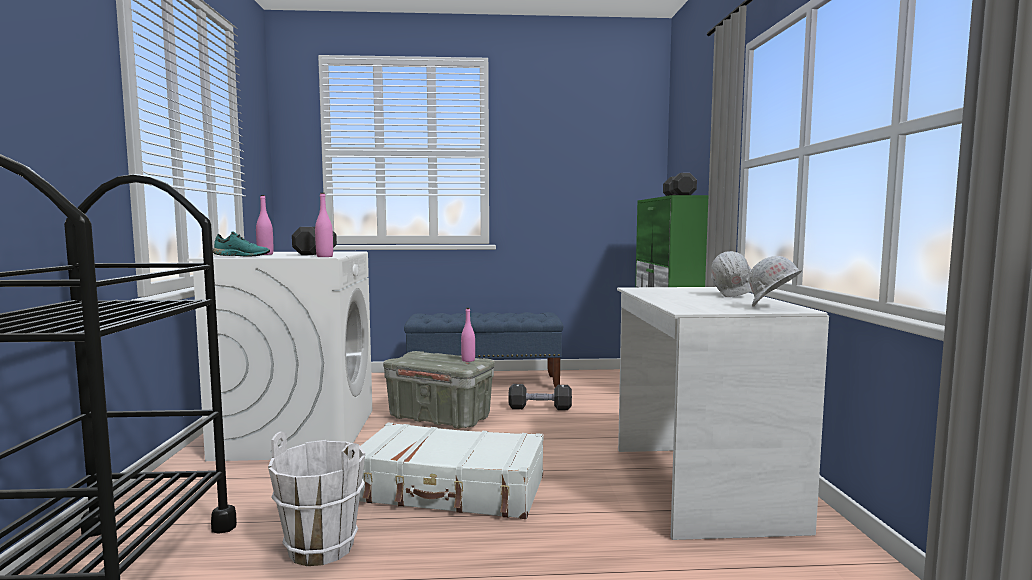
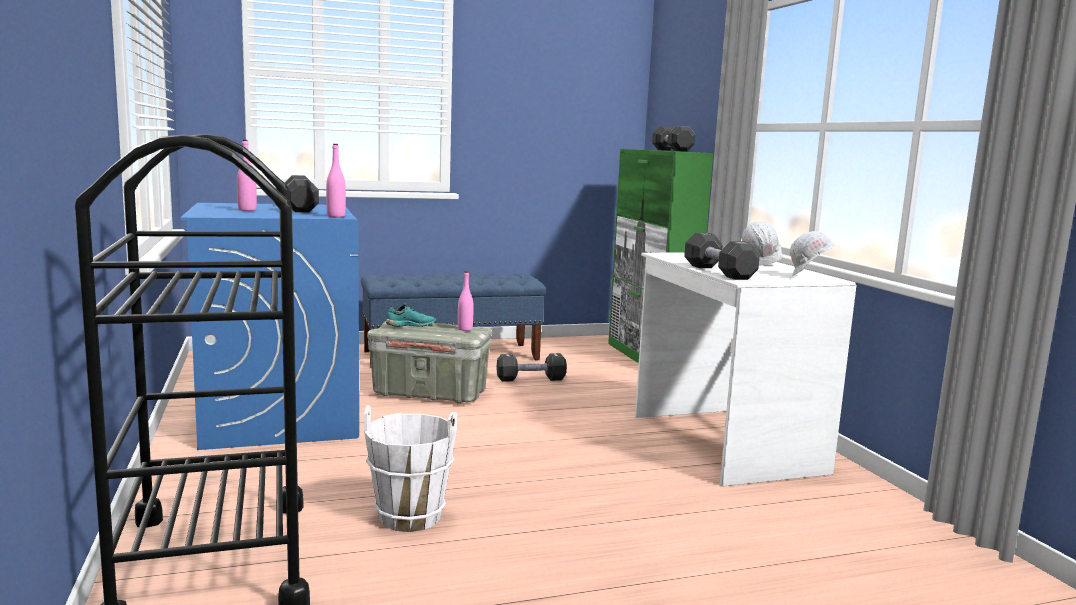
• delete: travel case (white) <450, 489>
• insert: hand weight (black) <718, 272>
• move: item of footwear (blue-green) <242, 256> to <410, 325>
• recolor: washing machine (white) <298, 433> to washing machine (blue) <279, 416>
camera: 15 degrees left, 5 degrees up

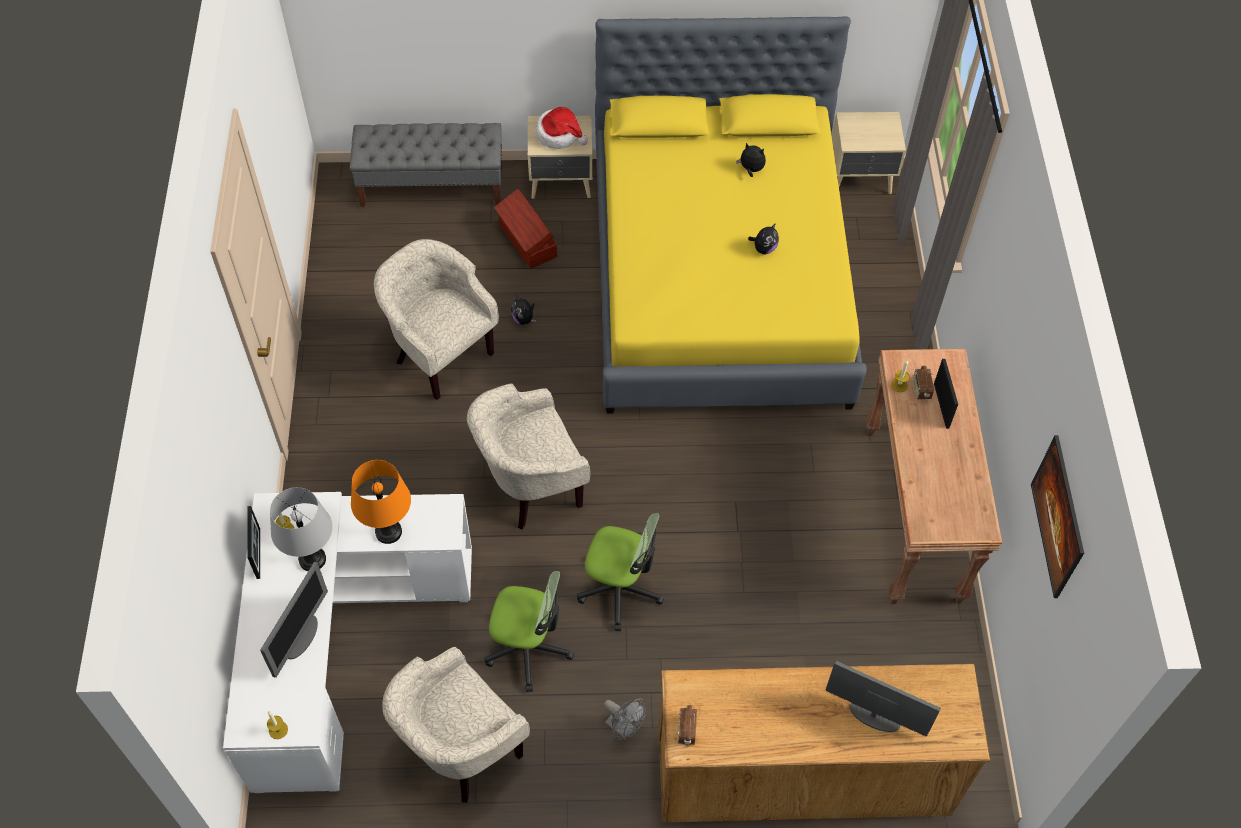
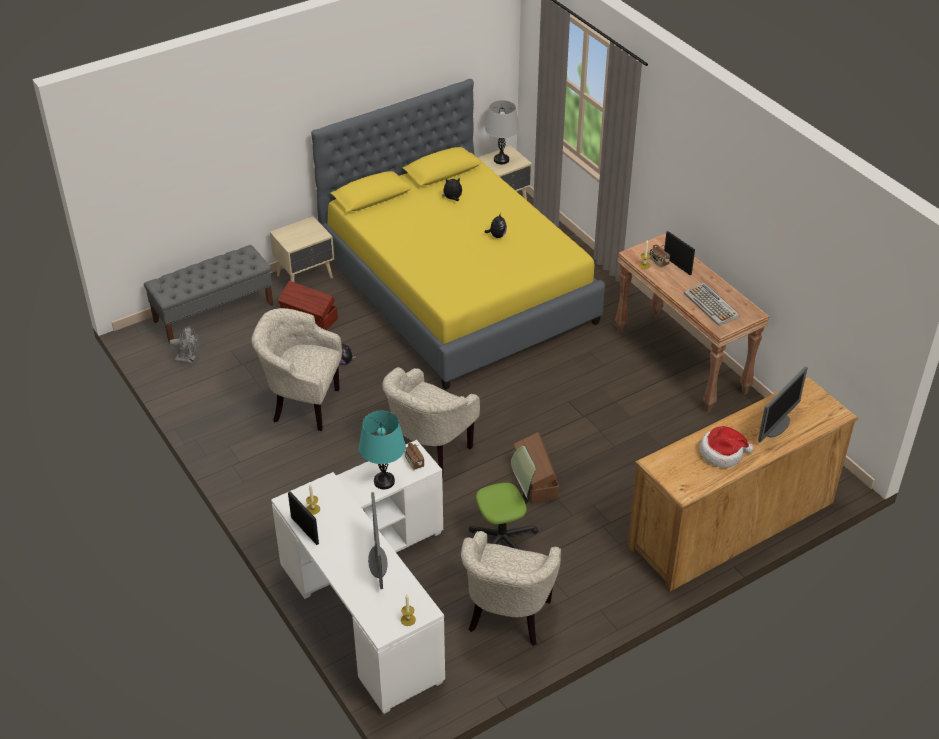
• delete: wall picture <1051, 528>
• insert: keyboard <712, 305>
• move: tabletop lamp (greyish) <312, 559> to <501, 160>
• move: hat <559, 134> to <722, 453>
• move: fan (greyish) <624, 728> to <188, 359>
• move: radio set <686, 730> to <414, 462>
• replace: desk chair <620, 589> to storage box (brown-coloured) <536, 480>
• recolor: tabletop lamp (orangey) <388, 532> to tabletop lamp (blue-green) <384, 481>
• rotate: monitor <874, 716> = <777, 426> 135 degrees clockwise
camera: 30 degrees left, 15 degrees down

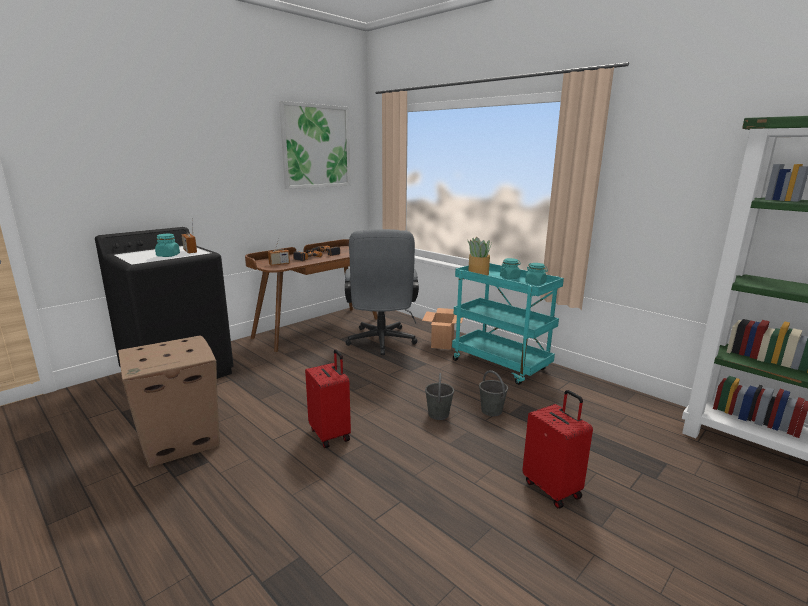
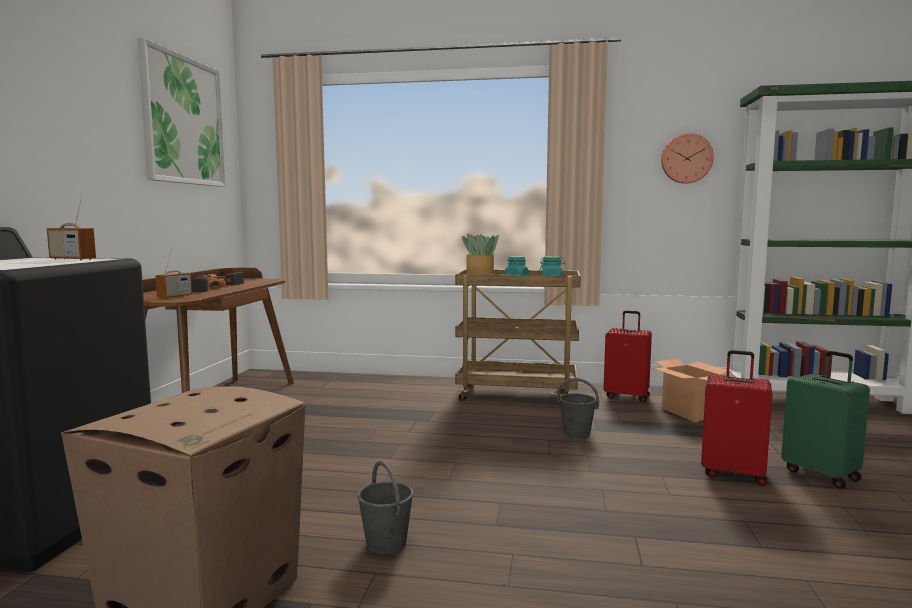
• delete: jar (blue-green) <168, 255>
• delete: desk chair (greyish) <381, 343>
• insert: clock on the wall <686, 158>
• insert: travel case (greenish) <822, 474>
• move: travel case (red-coloured) <331, 434> to <627, 396>
• move: packing box <442, 343> to <689, 413>
• move: pail (greyish) <438, 414> to <386, 544>
• recolor: cart (blue-green) <501, 365> to cart (brown-coloured) <518, 394>
camera: 35 degrees left, 10 degrees down

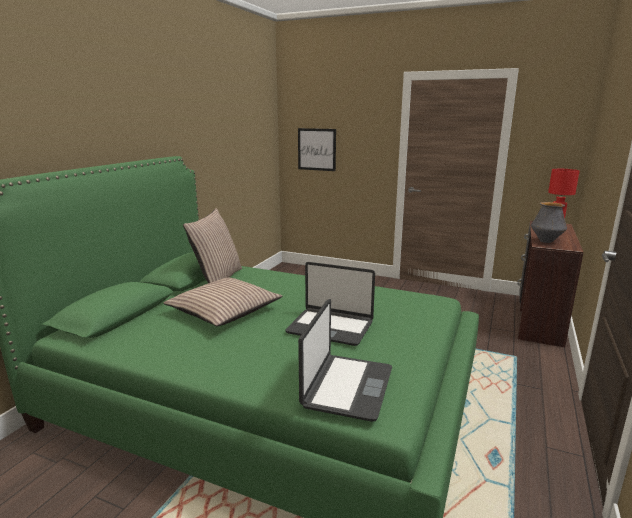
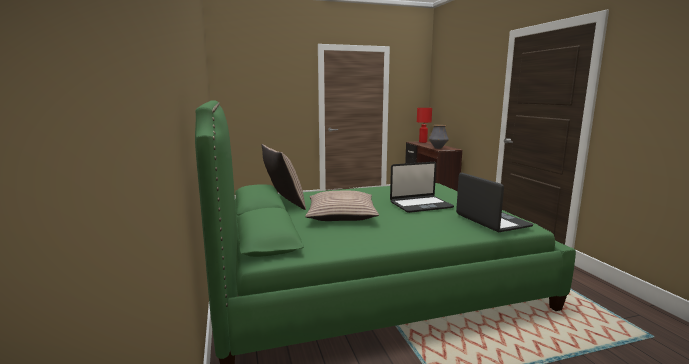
• delete: wall picture <316, 149>
camera: 40 degrees left, 5 degrees down

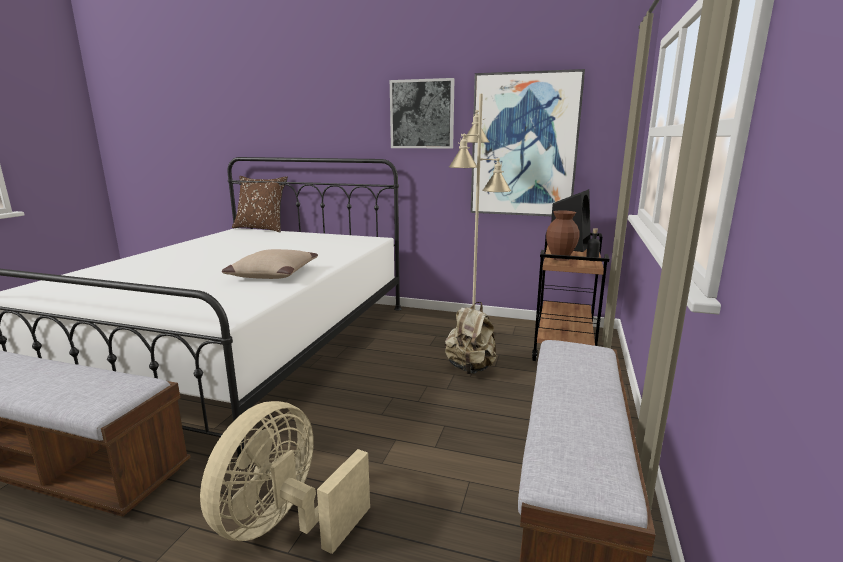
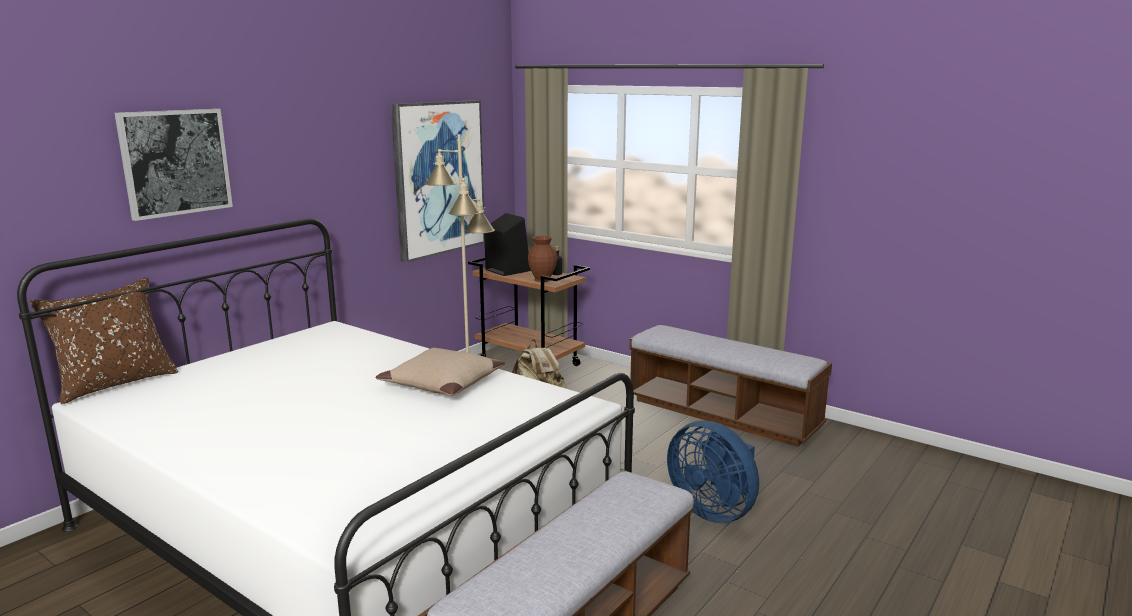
• move: wall picture <422, 114> to <175, 162>
• recolor: fan (beige-coloured) <285, 524> to fan (blue) <713, 510>
camera: 70 degrees left, 0 degrees up

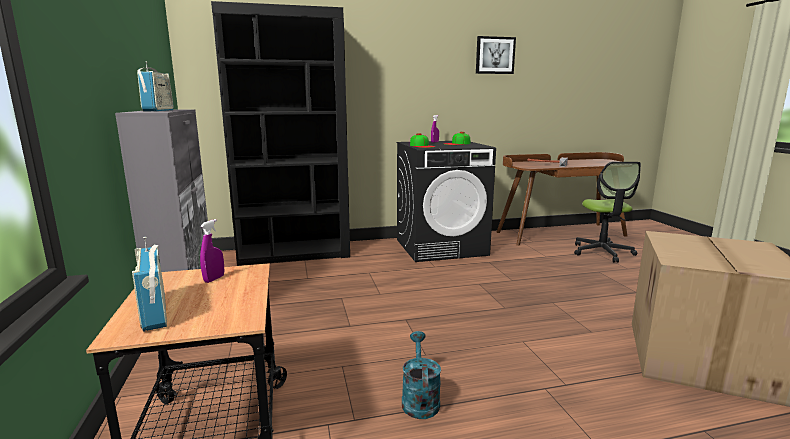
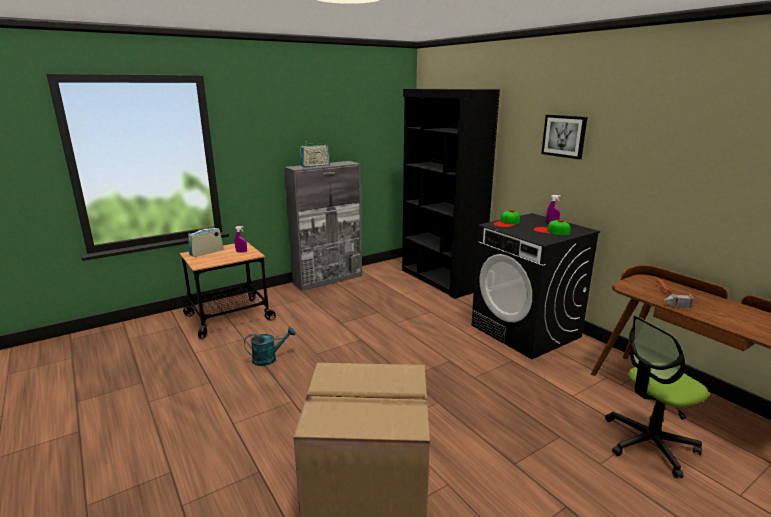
• move: wall picture <495, 55> to <564, 136>
camera: 70 degrees right, 5 degrees up

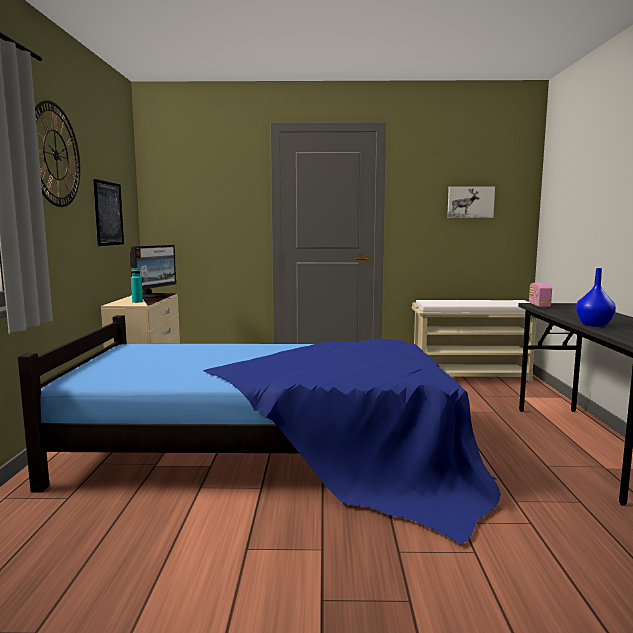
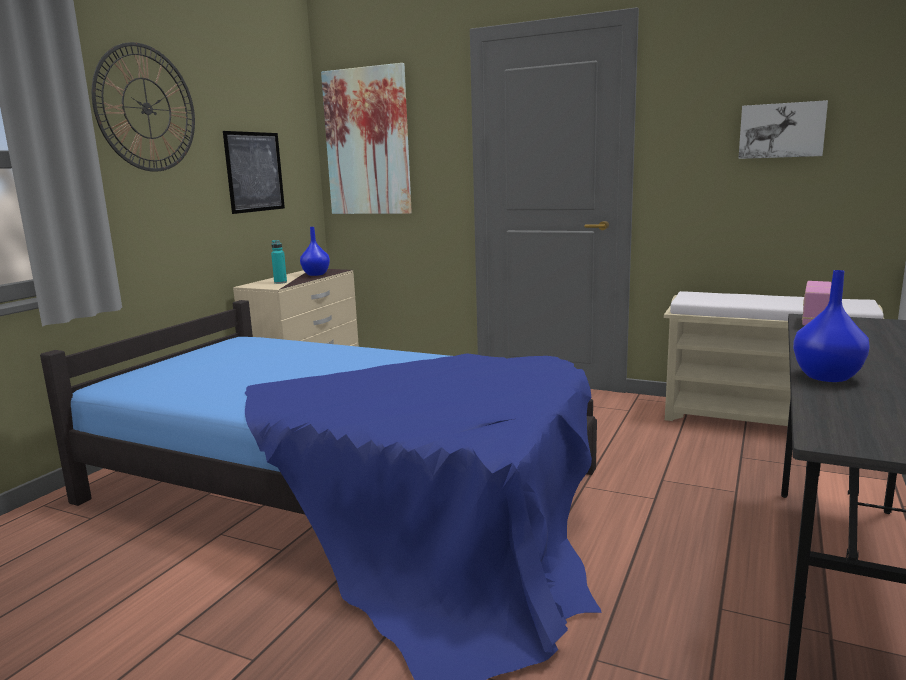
• insert: wall picture <367, 142>
• replace: monitor <154, 296> to vase (blue) <316, 274>
camera: 25 degrees right, 5 degrees up

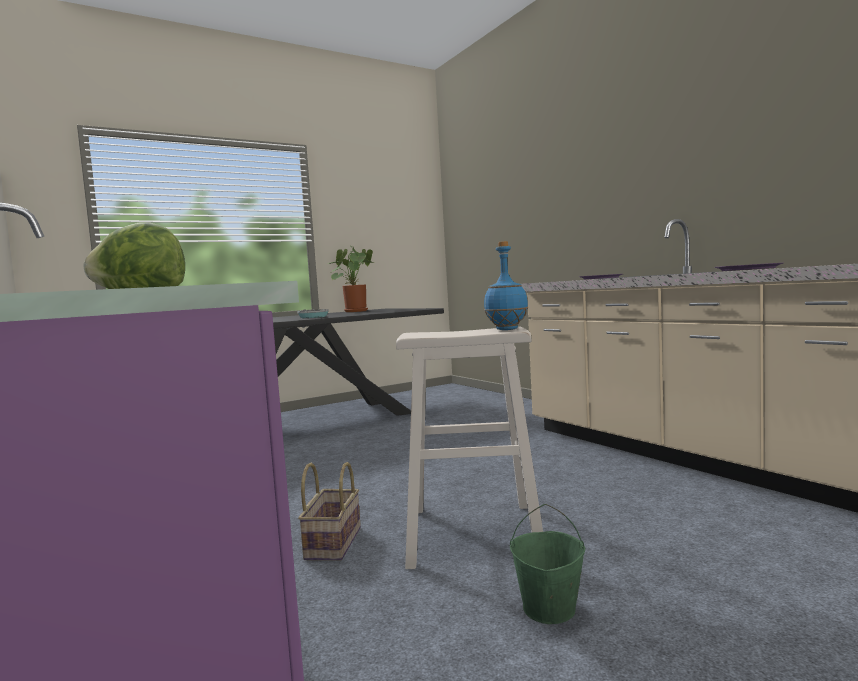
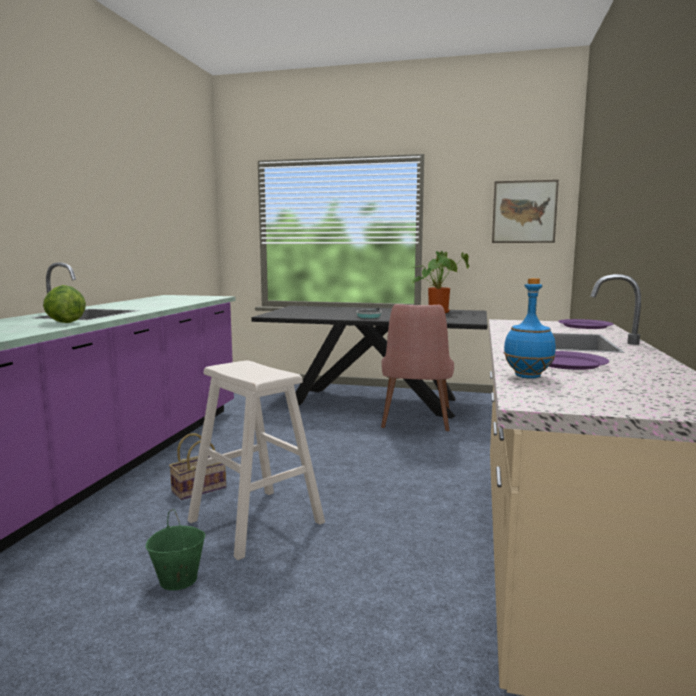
• insert: chair (pinkish) <415, 422>
• insert: wall picture <524, 212>
• move: drink bottle (blue) <507, 329> to <527, 376>
camera: 45 degrees right, 5 degrees up

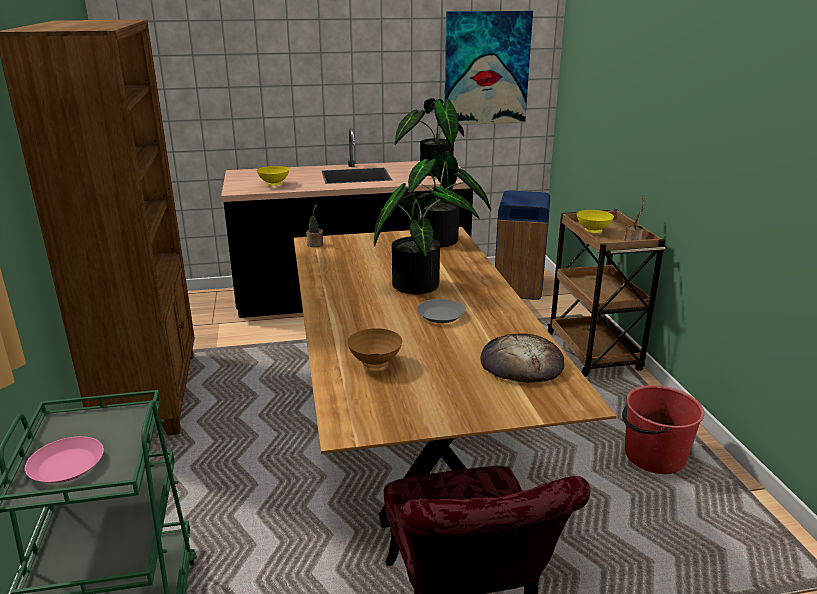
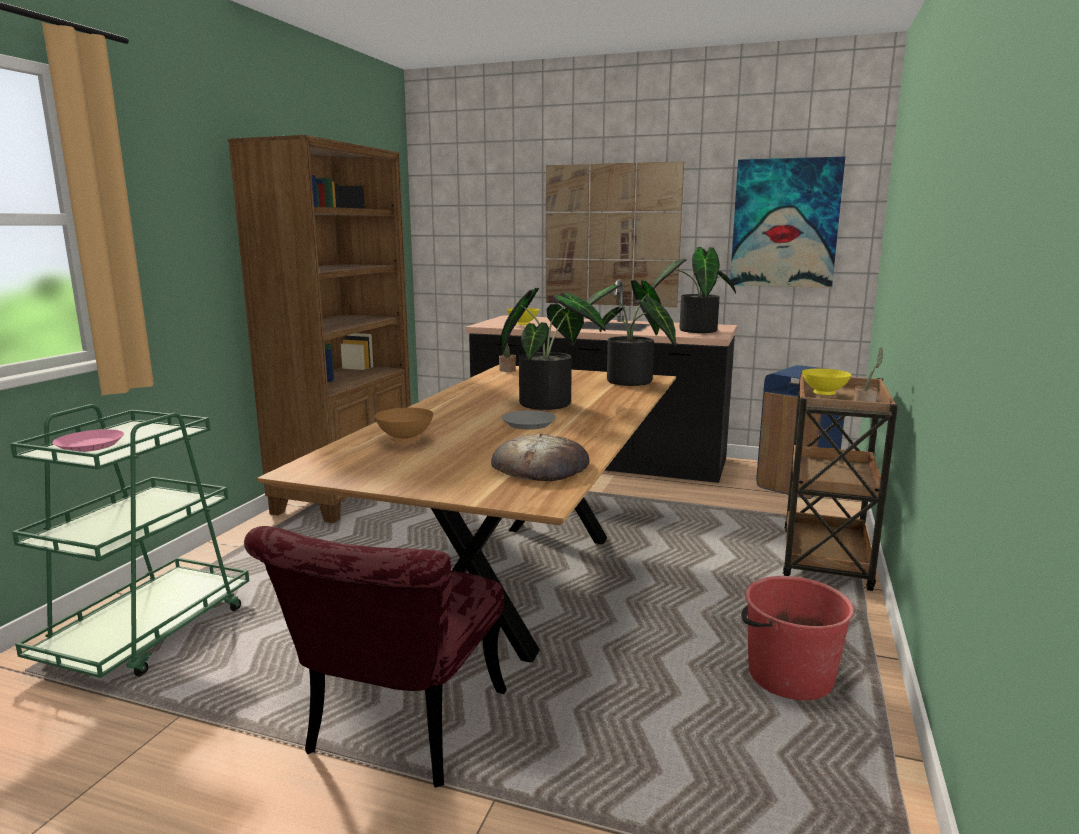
• insert: wall picture <611, 235>
camera: 30 degrees right, 10 degrees down

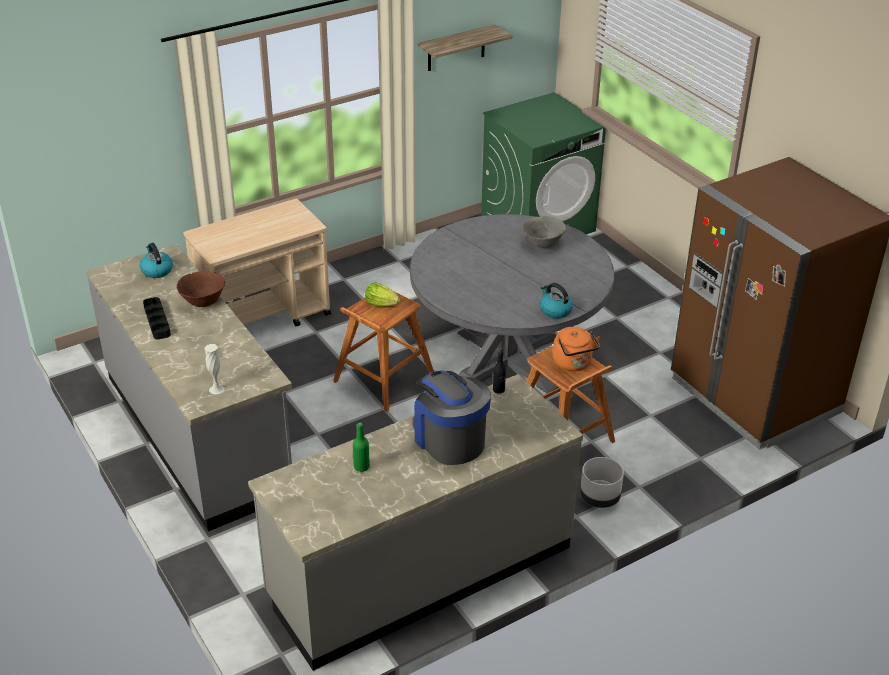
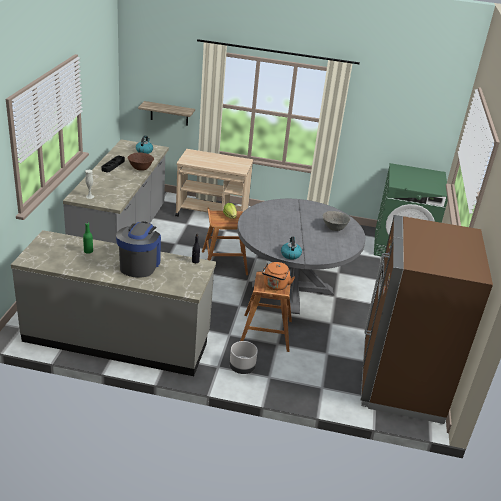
• move: shelf <456, 48> to <169, 113>
camera: 40 degrees right, 5 degrees down

